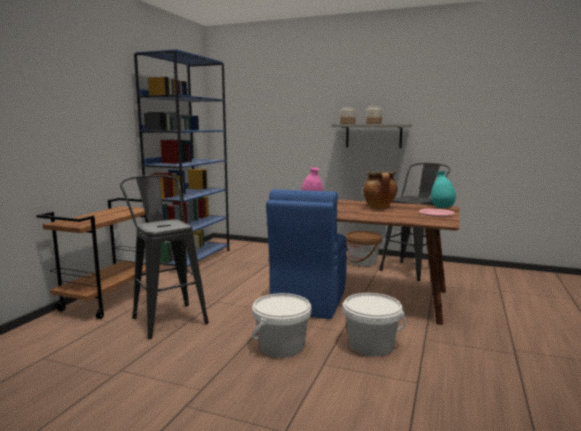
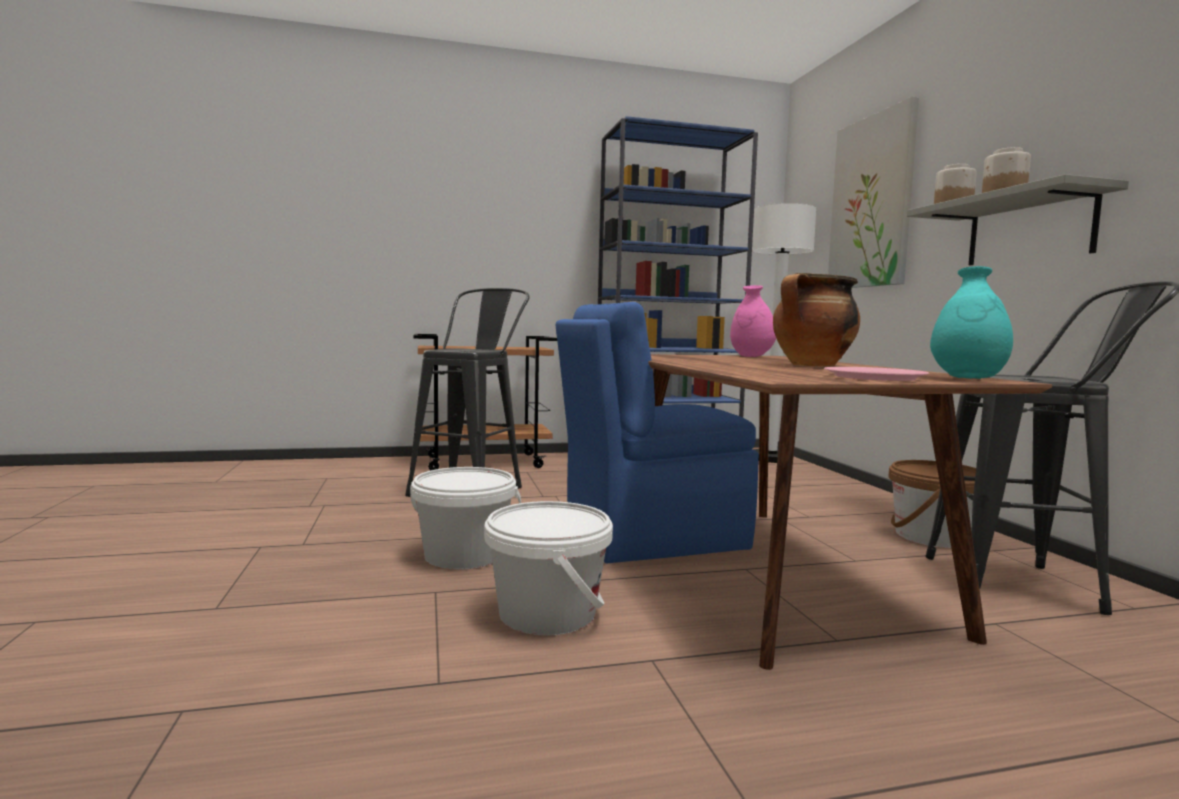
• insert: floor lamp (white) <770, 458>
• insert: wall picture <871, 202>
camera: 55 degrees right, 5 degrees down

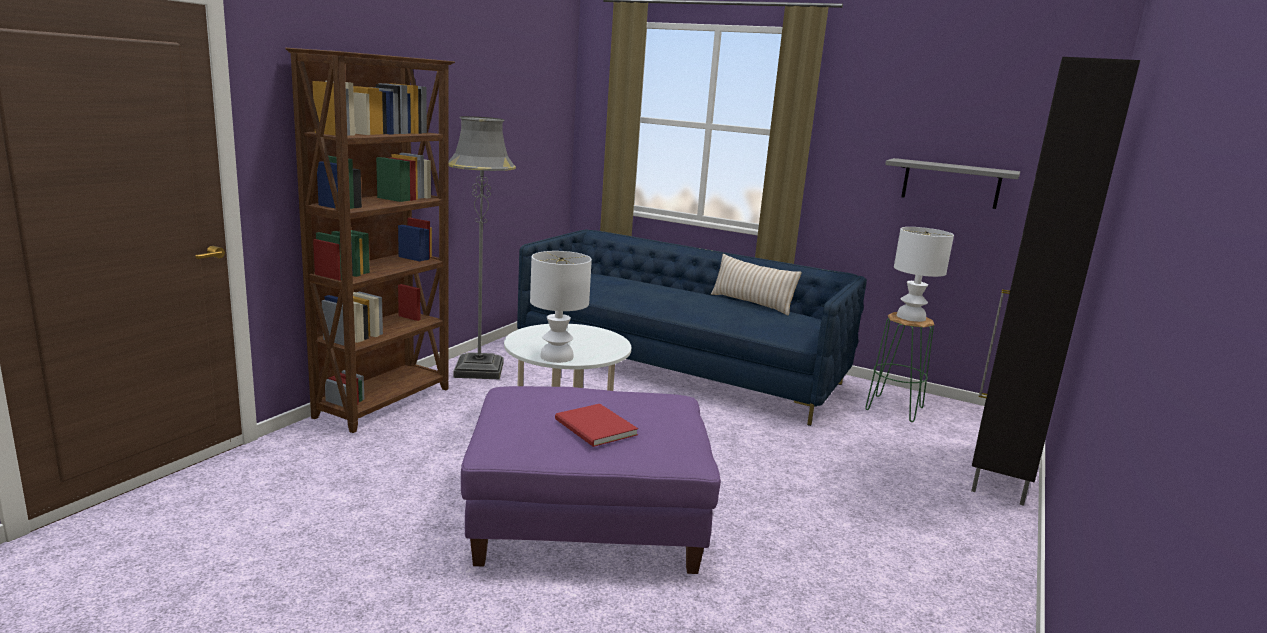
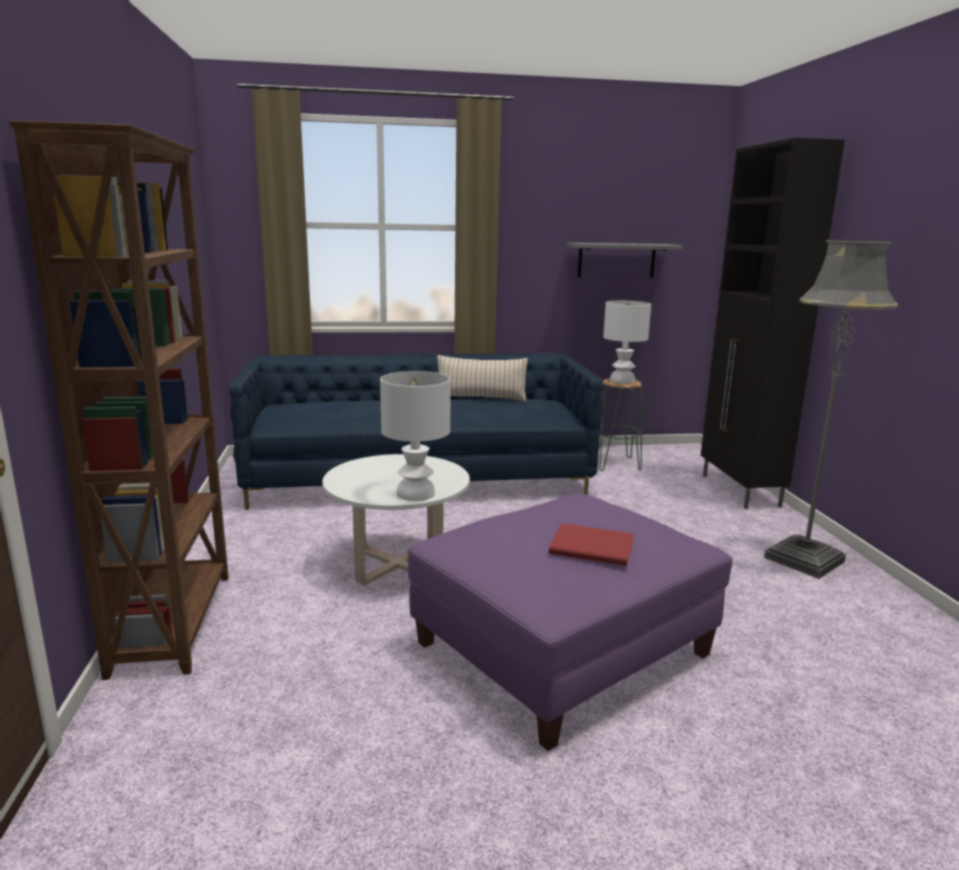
• move: floor lamp (greyish) <479, 370> to <804, 560>
camera: 35 degrees left, 0 degrees up

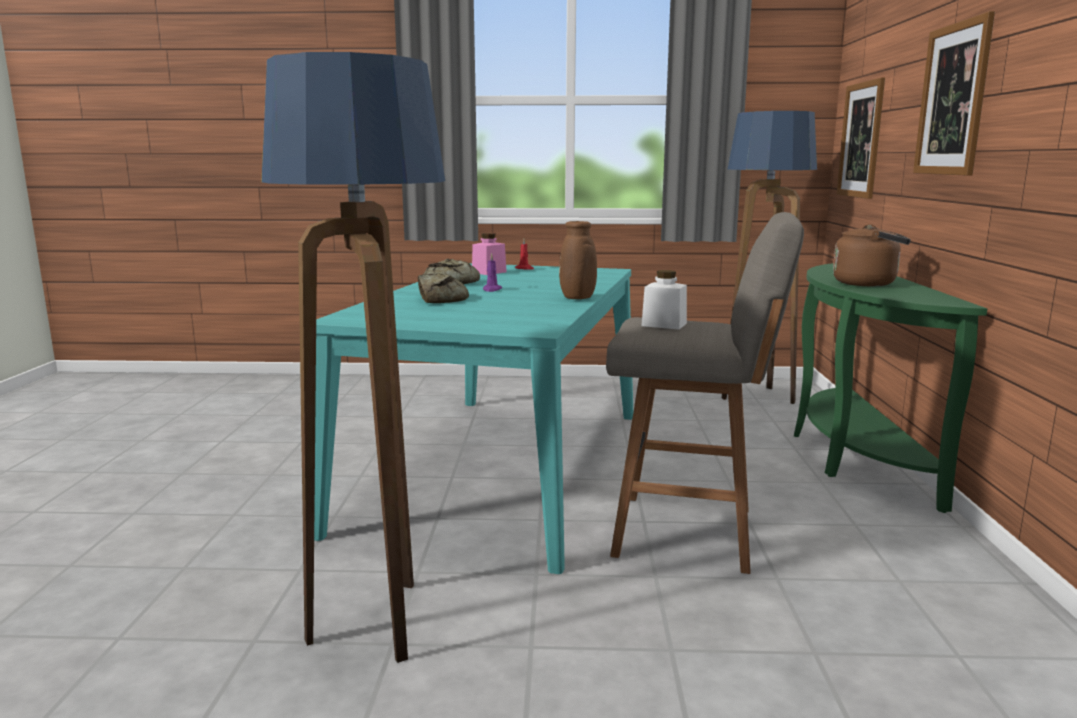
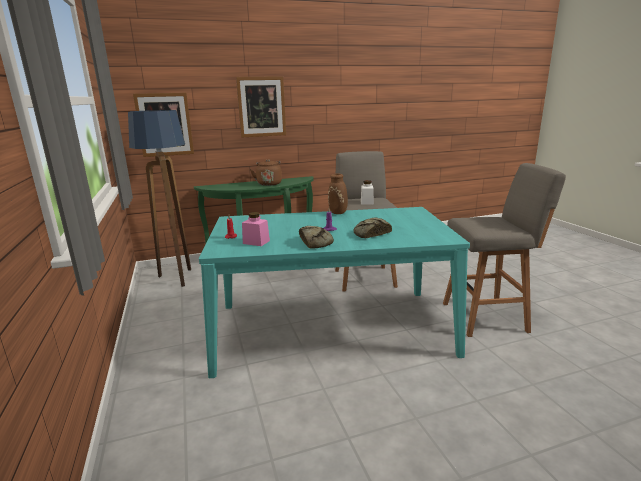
• replace: floor lamp <380, 618> to sitting stool (greyish) <487, 317>
camera: 110 degrees left, 5 degrees up

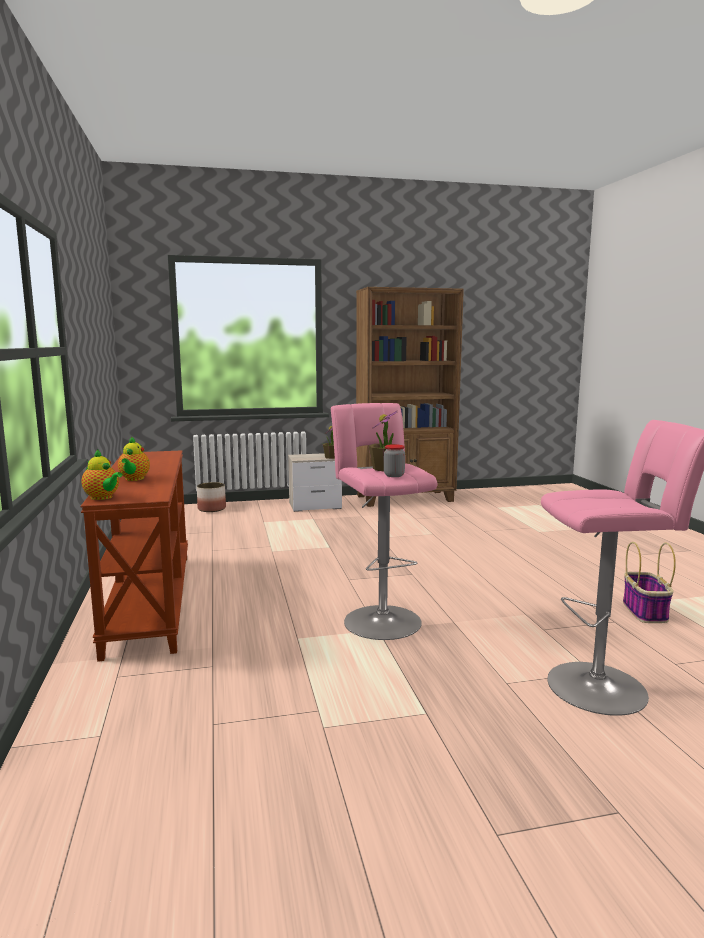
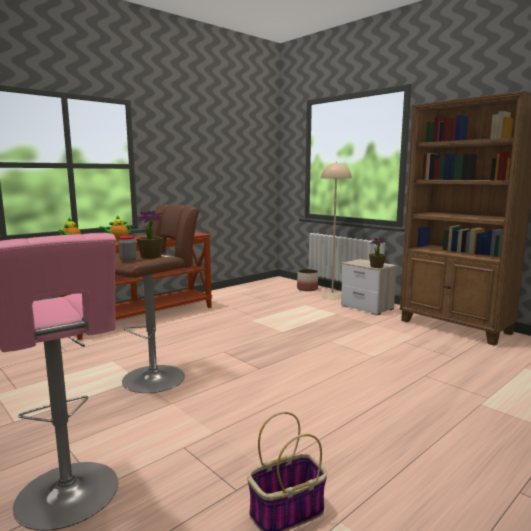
• insert: floor lamp (beige-coloured) <332, 296>
• recolor: sitting stool (pinkish) <380, 619> to sitting stool (brown-coloured) <157, 376>
camera: 60 degrees right, 0 degrees up

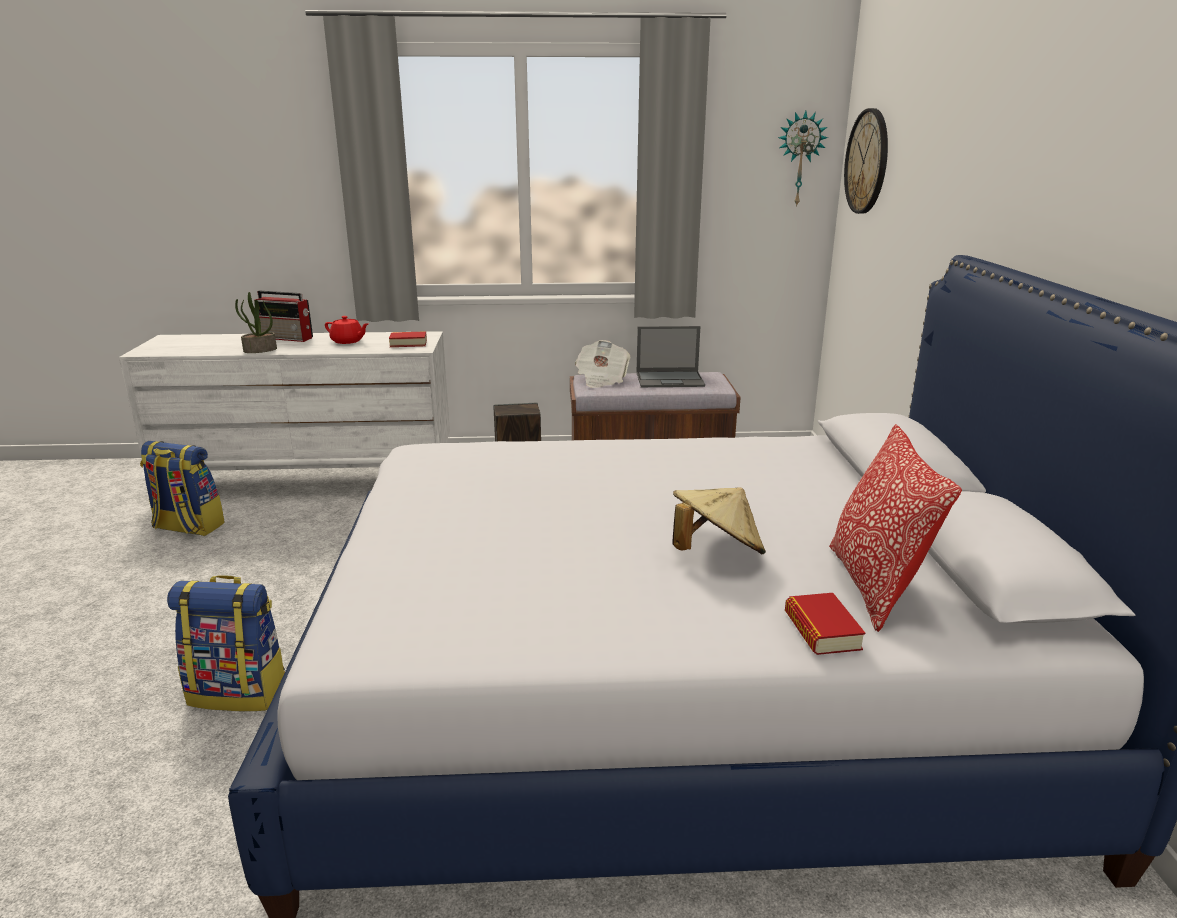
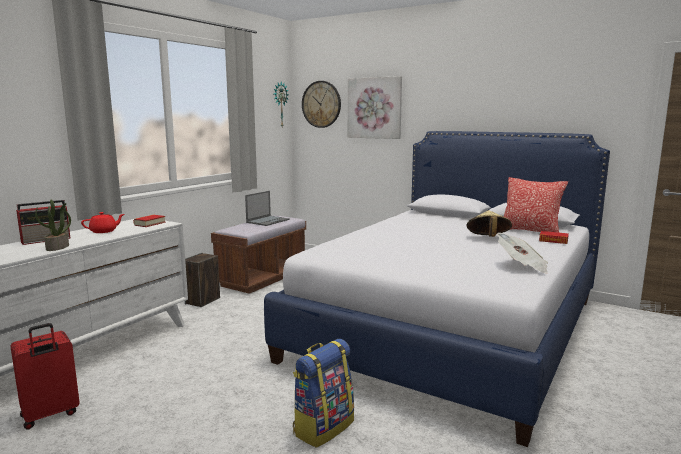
• insert: wall picture <374, 108>
• move: newspaper <601, 379> to <522, 266>
• replace: knapsack <187, 527> to travel case (red-coloured) <50, 415>
camera: 55 degrees left, 10 degrees down

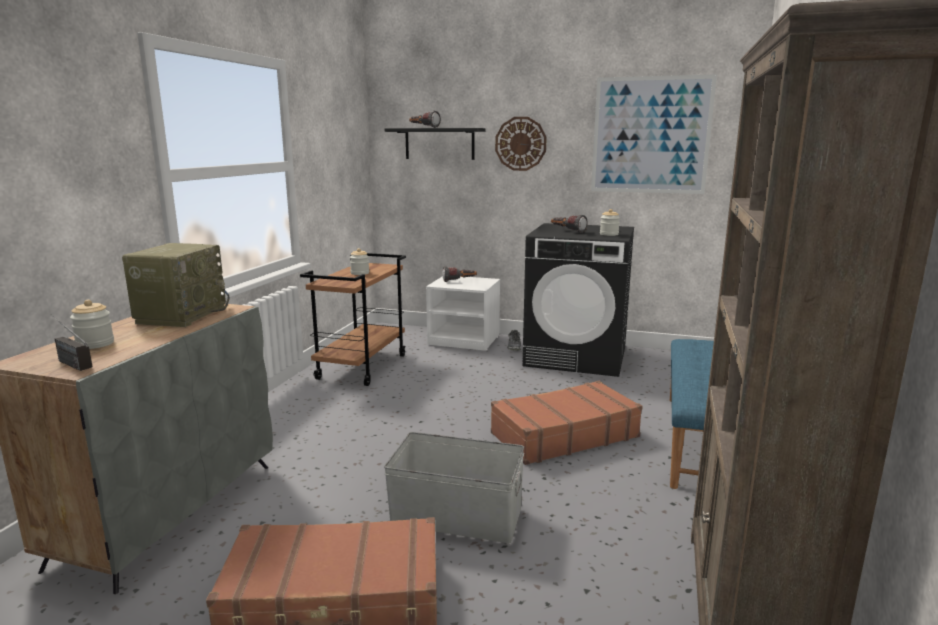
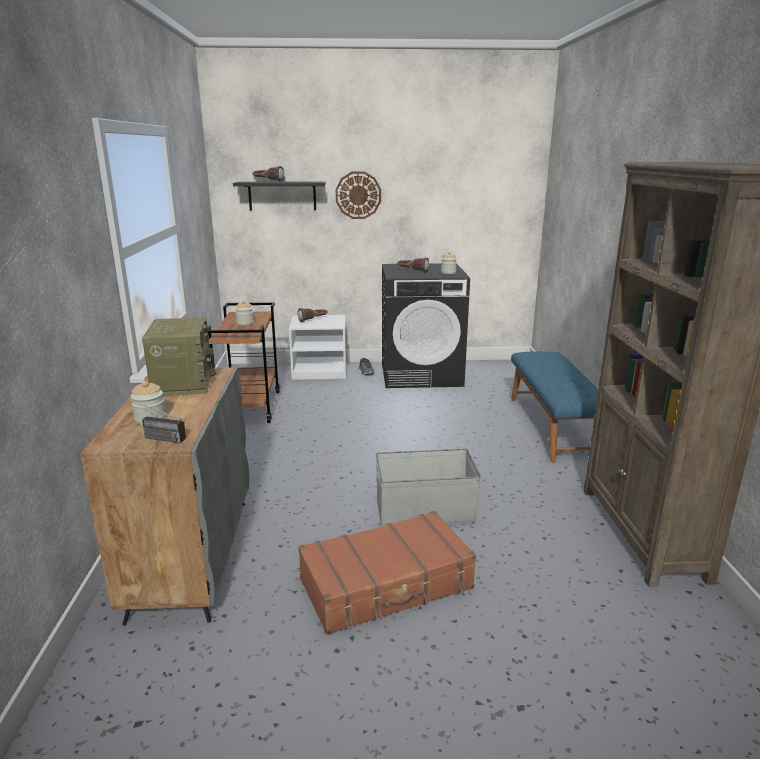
• delete: travel case (brown-coloured) <563, 435>
• delete: wall picture <650, 135>
camera: 20 degrees left, 5 degrees up

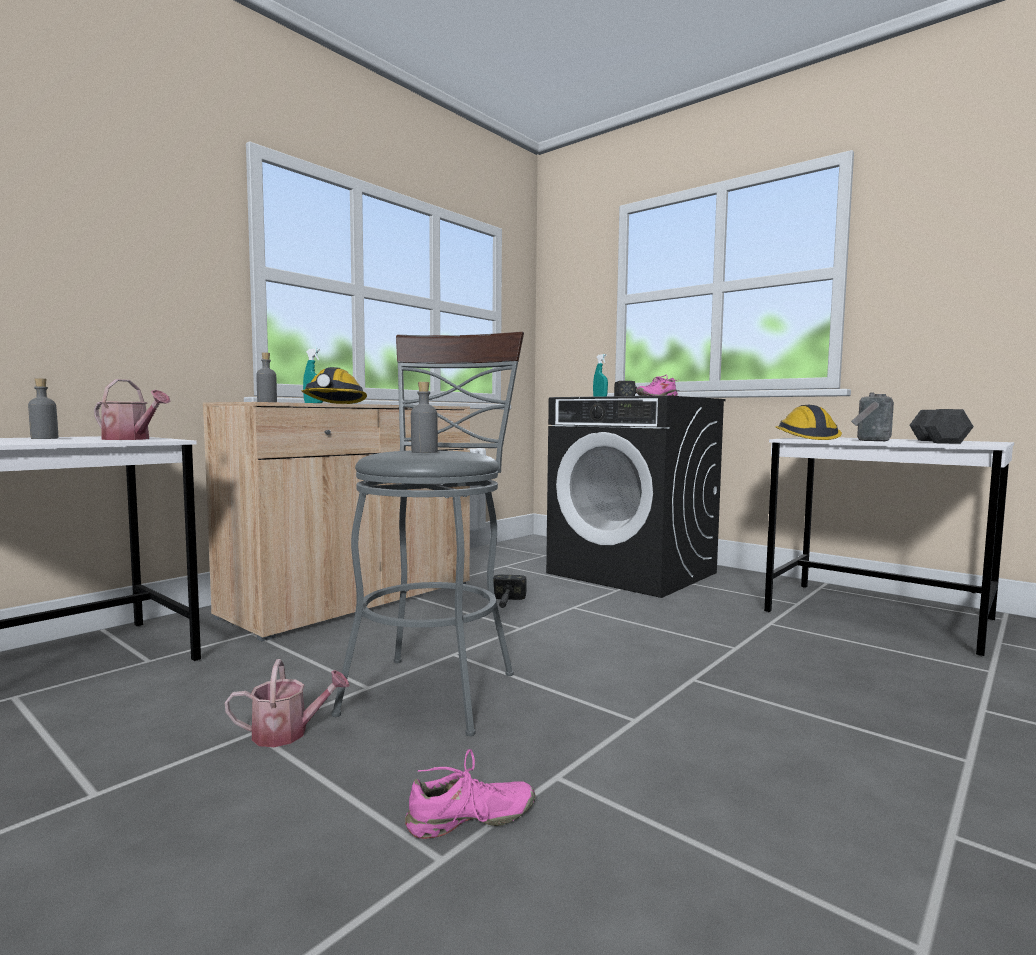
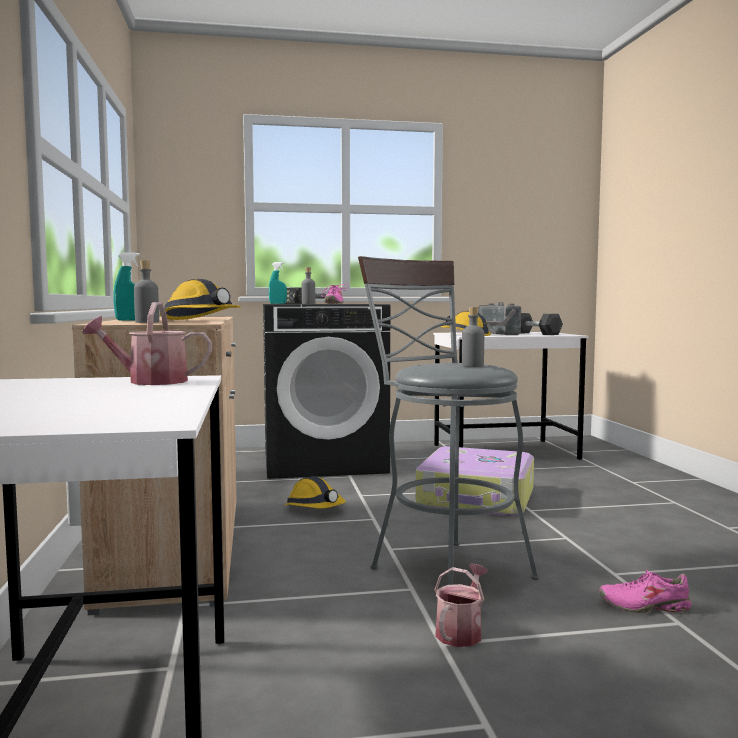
• insert: travel case <477, 498>
• move: drink bottle (greyish) <44, 438> to <308, 303>
• replace: hammer <506, 605> to safety helmet <315, 508>
• rotate: watering pot <131, 439> = <150, 381> 150 degrees counterclockwise
• rotate: item of footwear (pinkish) <470, 820> = <644, 606> 105 degrees counterclockwise
camera: 50 degrees left, 0 degrees up

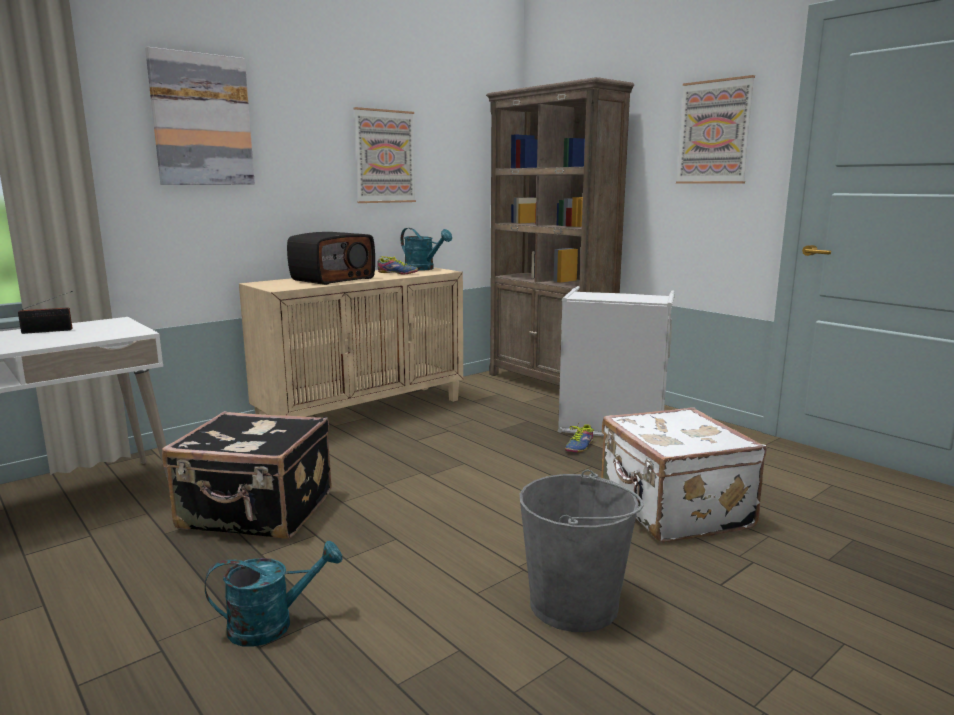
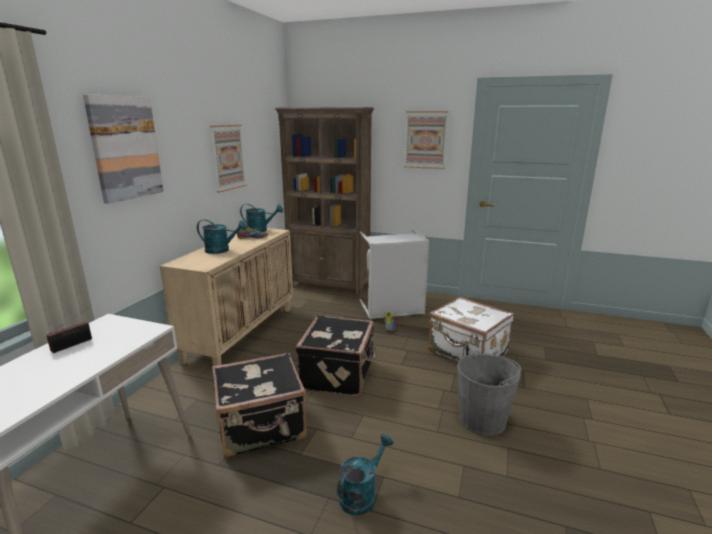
• insert: travel case (black) <339, 374>
• replace: radio set <332, 279> to watering pot (blue-green) <221, 250>
camera: 30 degrees left, 5 degrees up

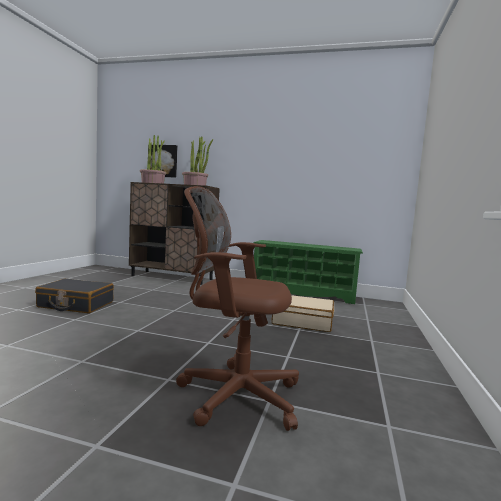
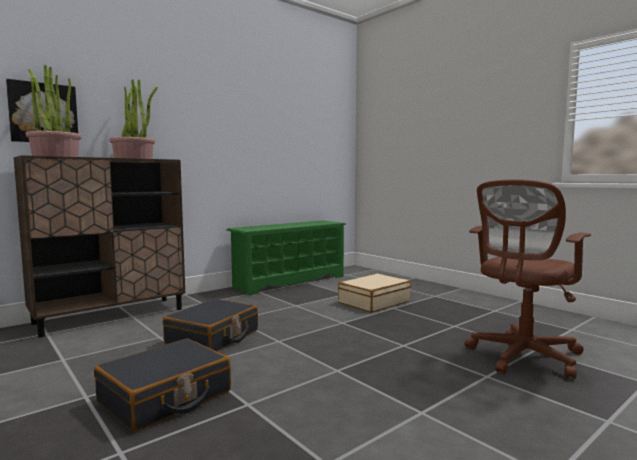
• insert: travel case (black) <213, 337>
camera: 55 degrees left, 0 degrees up

